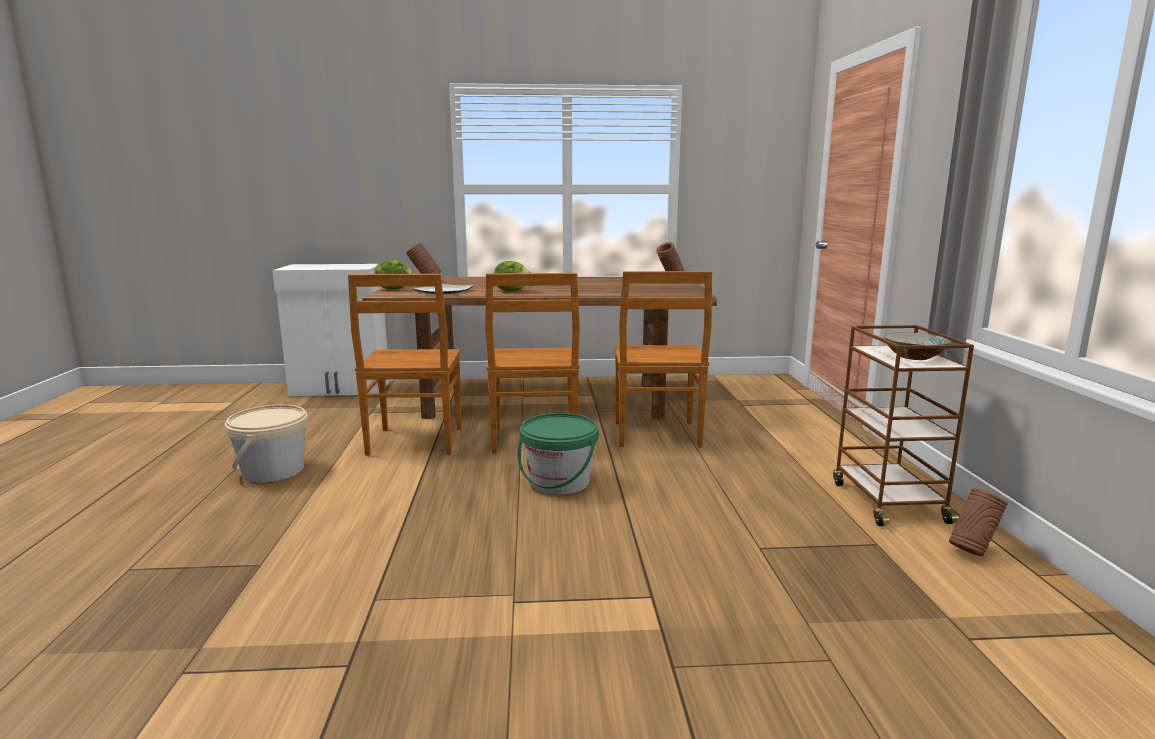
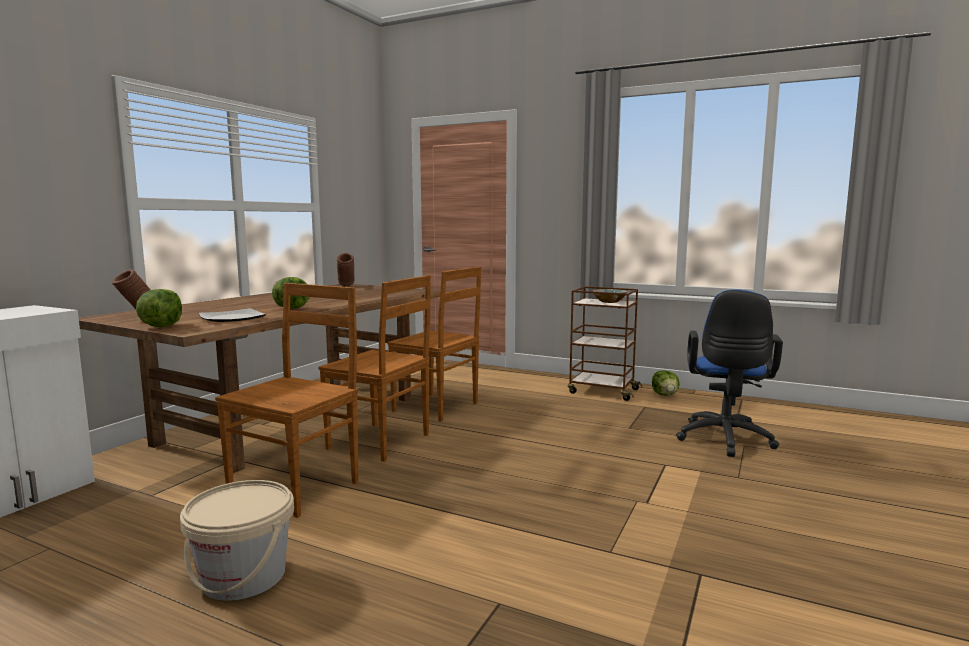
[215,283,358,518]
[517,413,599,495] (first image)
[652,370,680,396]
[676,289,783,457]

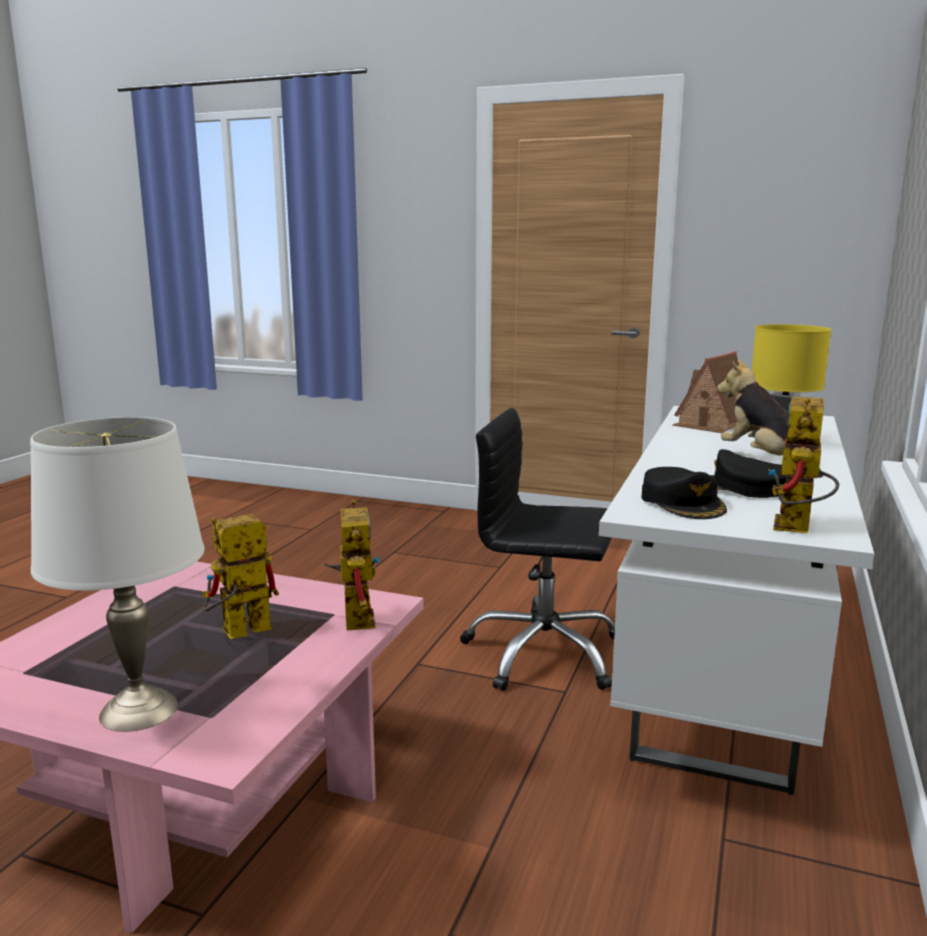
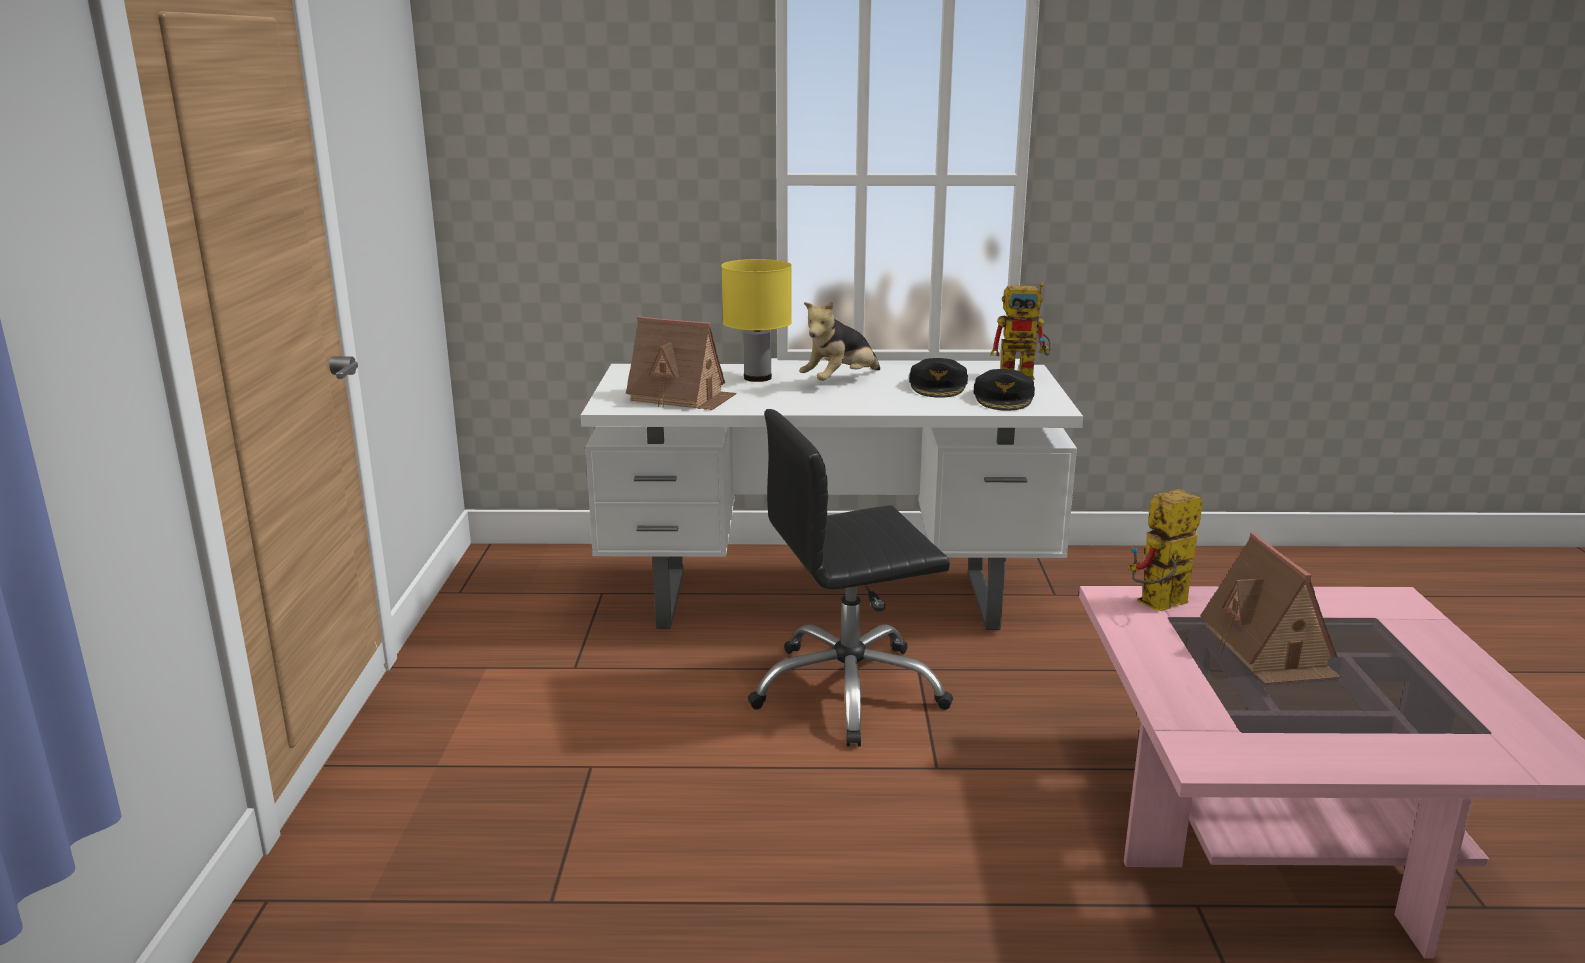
[30,417,205,732] (first image)
[1200,532,1341,684]
[748,409,953,746]
[973,369,1035,411]

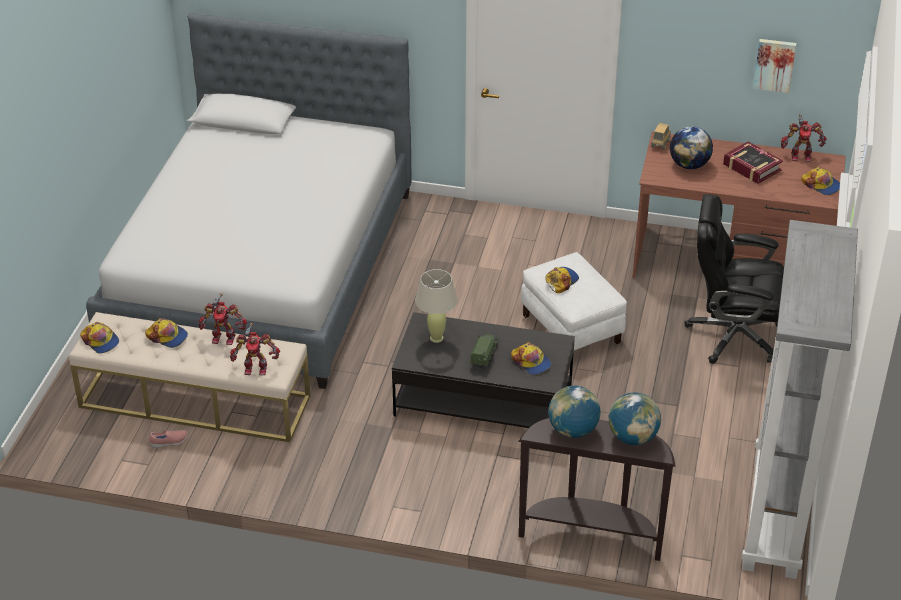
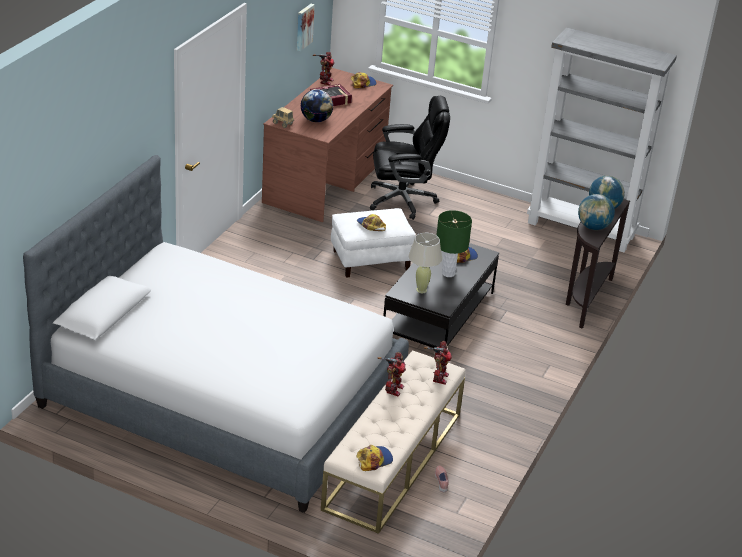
[145,318,188,348] (first image)
[436,210,472,277]
[370,96,450,220]

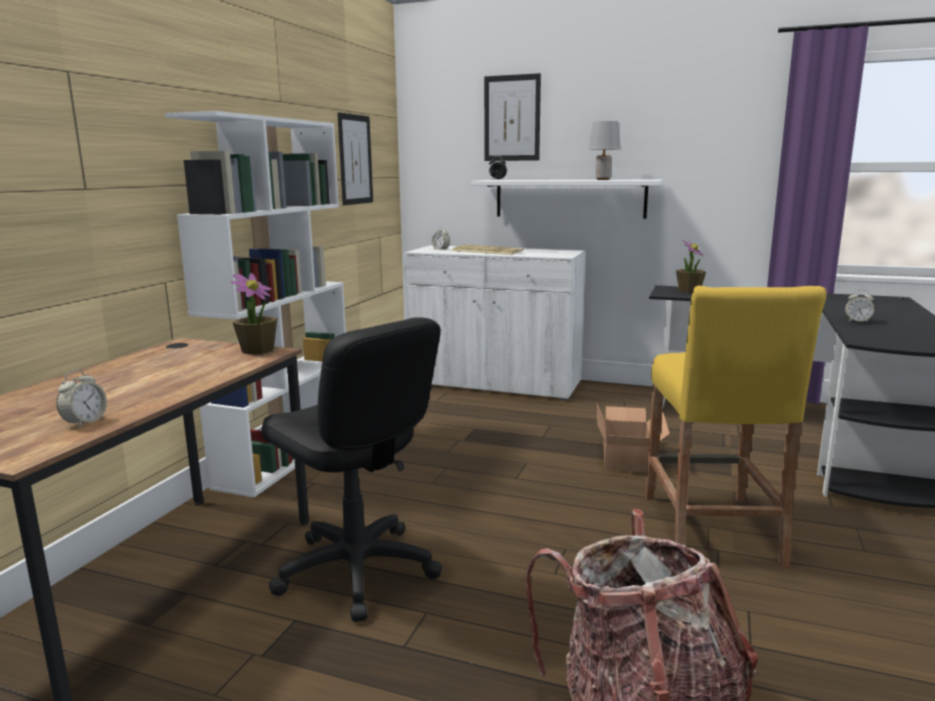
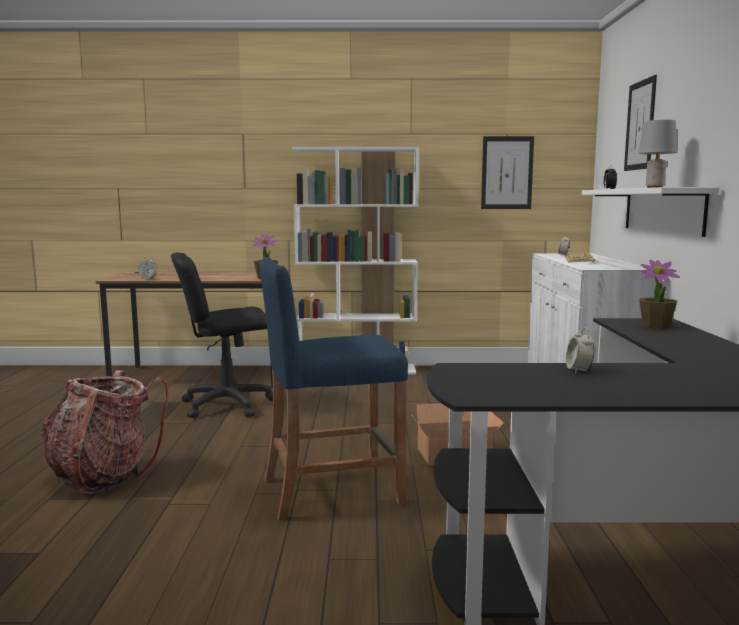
[171,253,273,418]
[259,257,408,521]

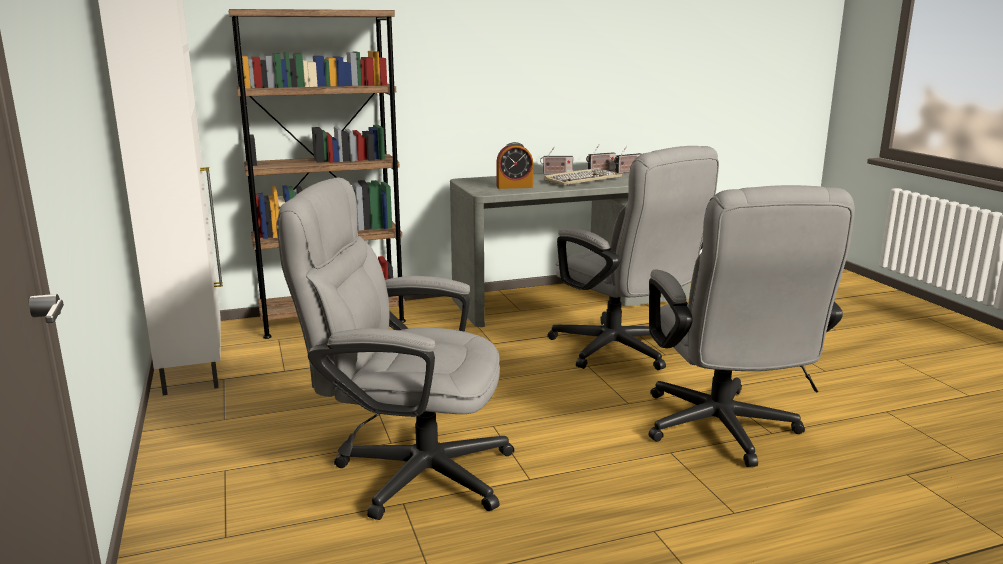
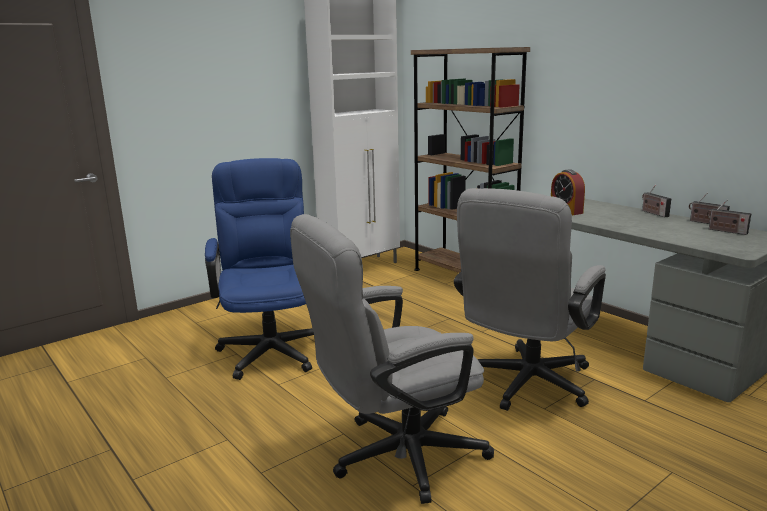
[205,158,314,380]
[544,168,622,185] (first image)

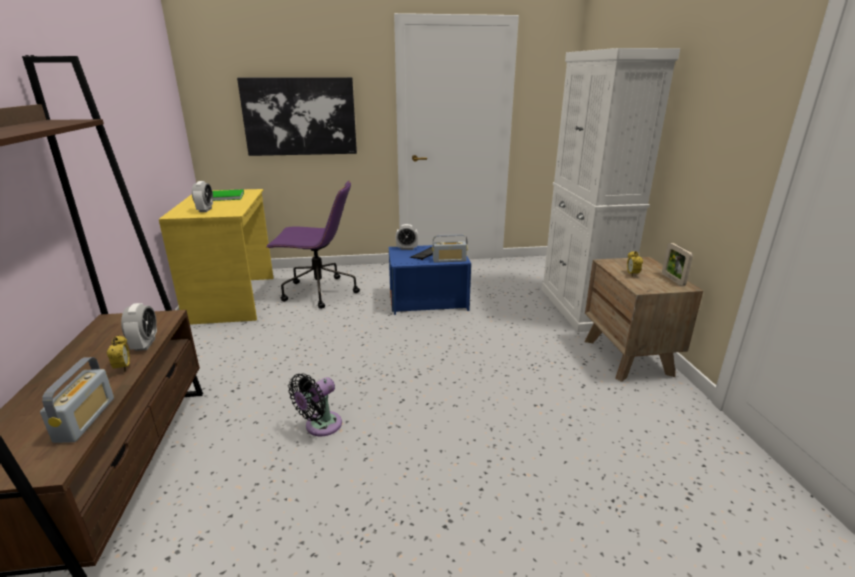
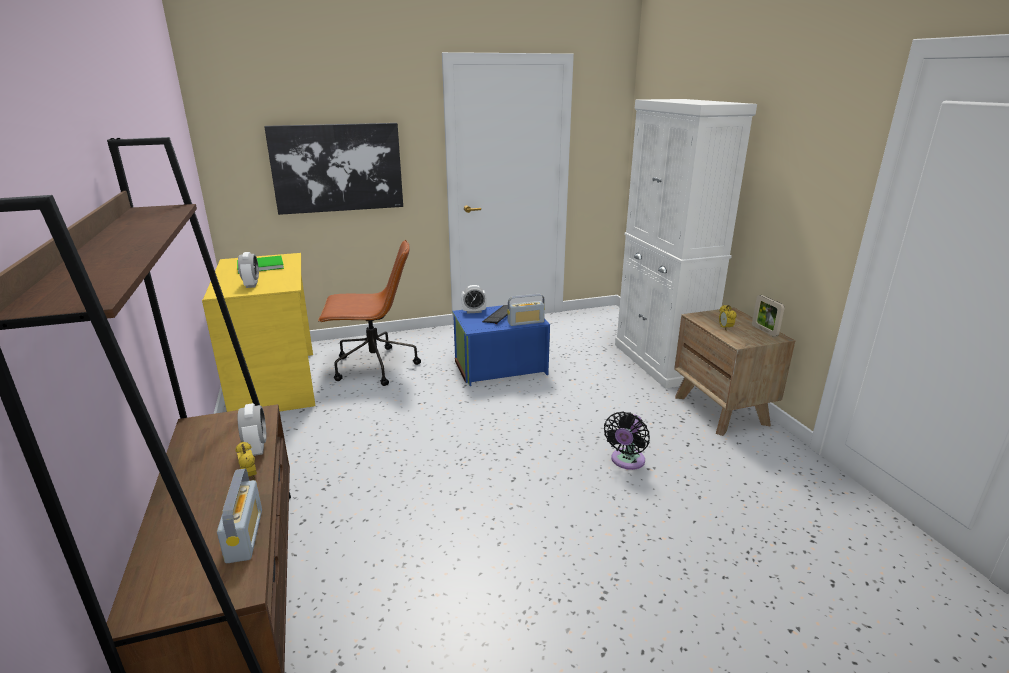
[318,240,421,386]
[604,411,650,470]

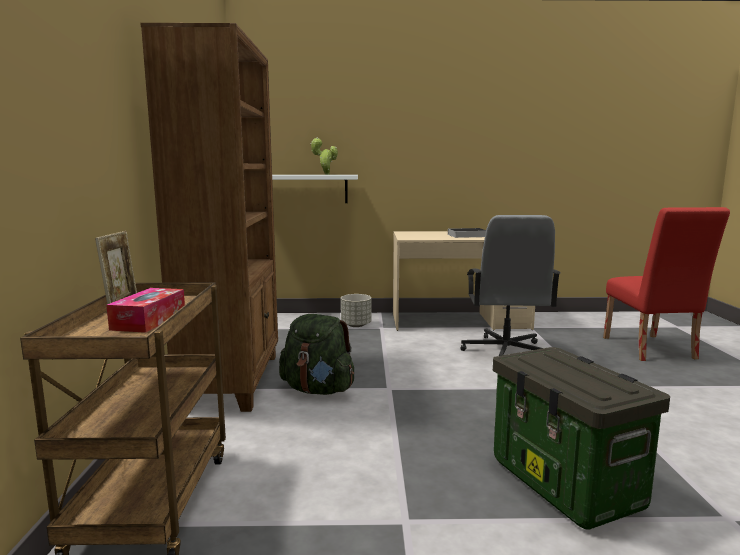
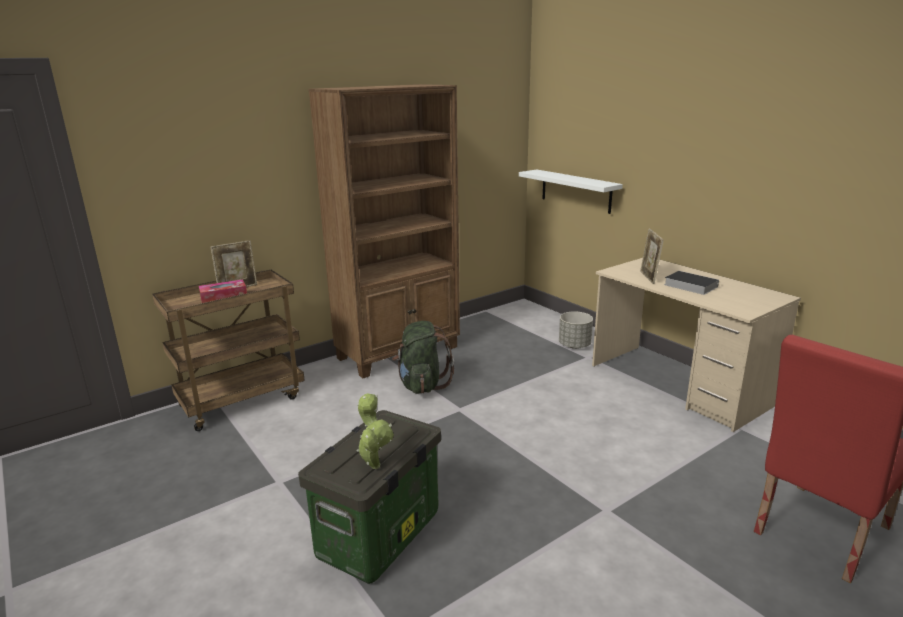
[357,393,394,469]
[460,215,560,356] (first image)
[640,229,664,284]

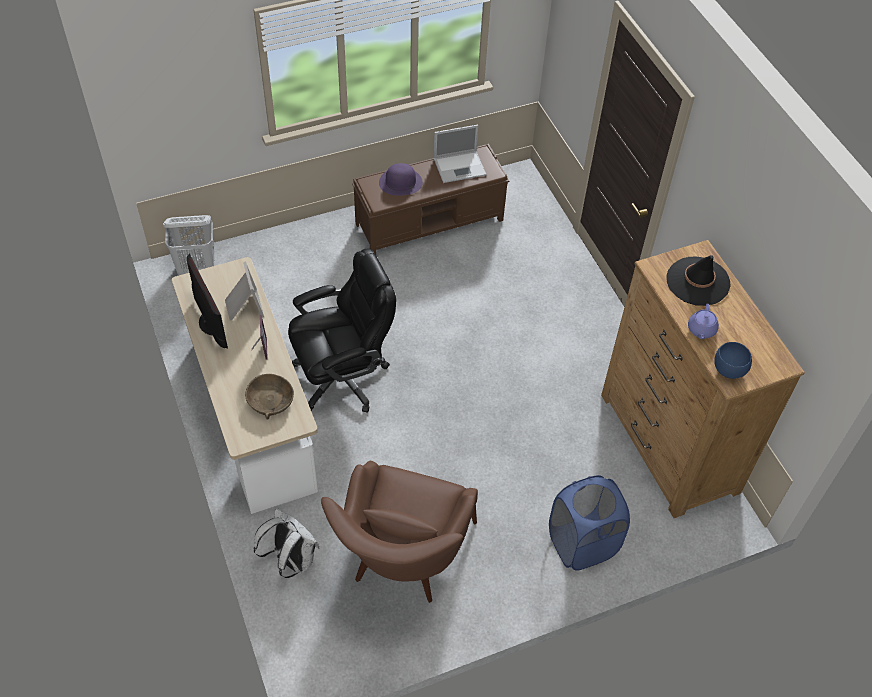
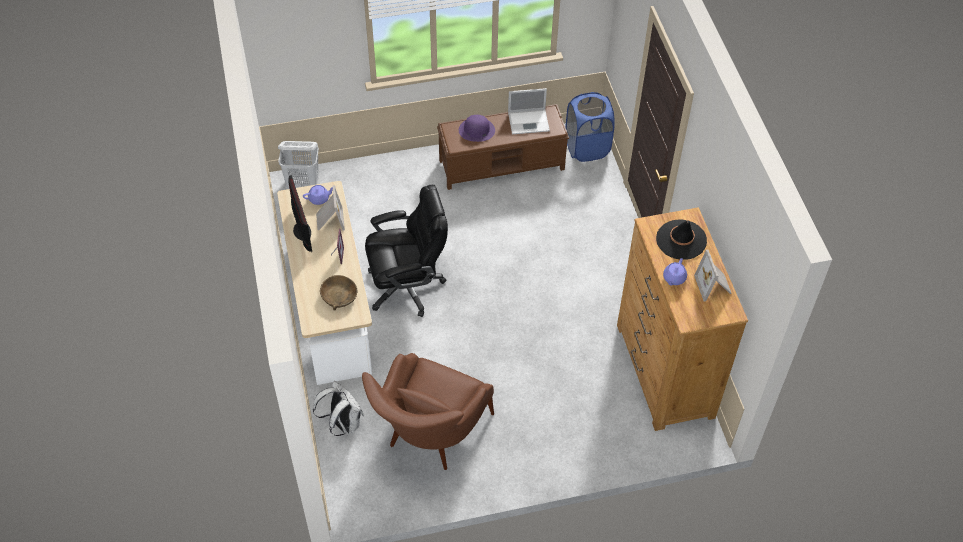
[565,92,615,162]
[714,342,752,379] (first image)
[303,185,333,205]
[694,250,732,302]

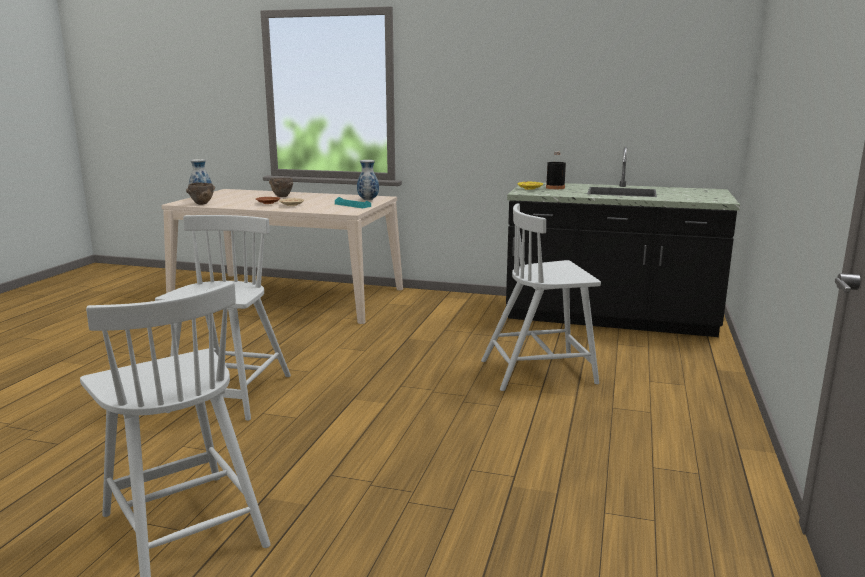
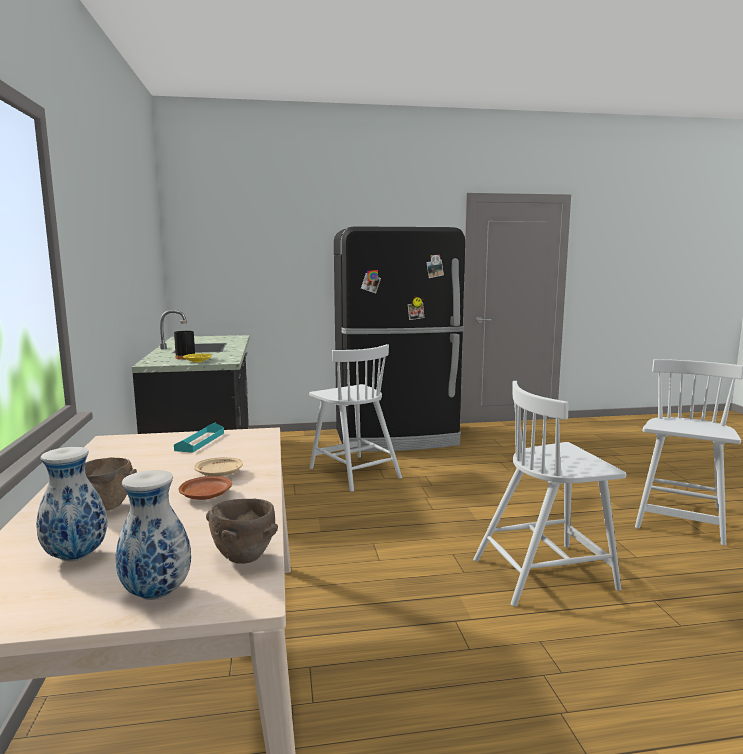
[36,447,108,561]
[334,226,465,452]

